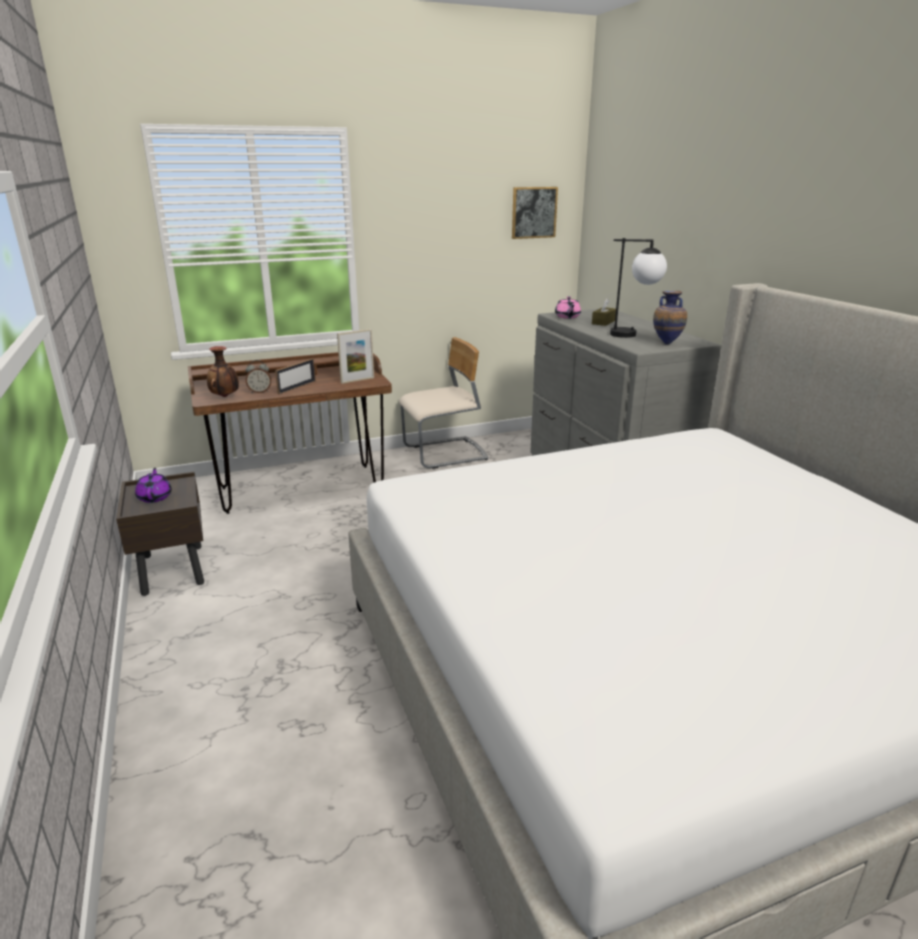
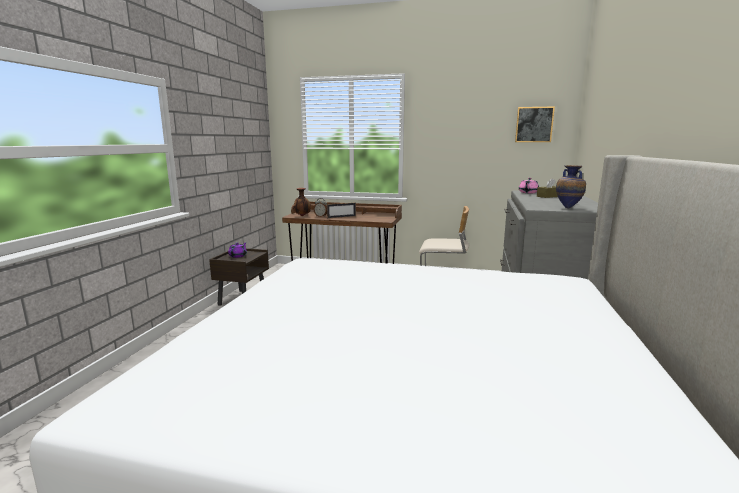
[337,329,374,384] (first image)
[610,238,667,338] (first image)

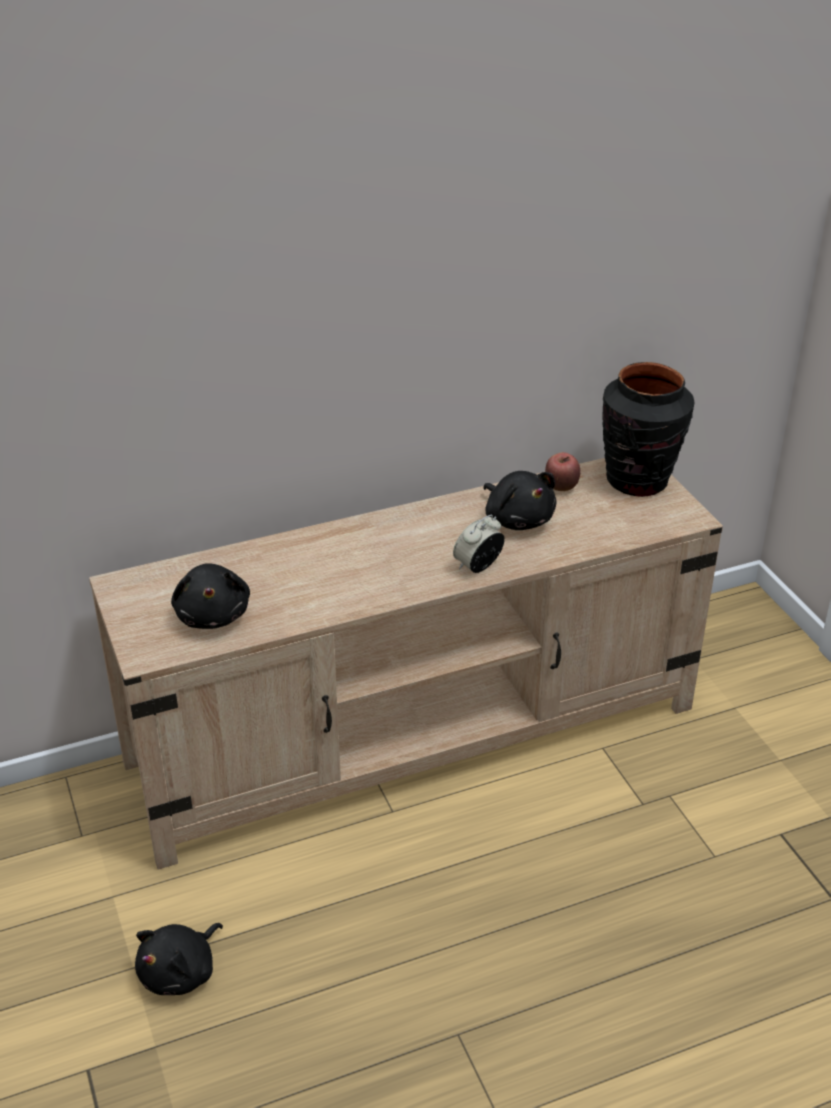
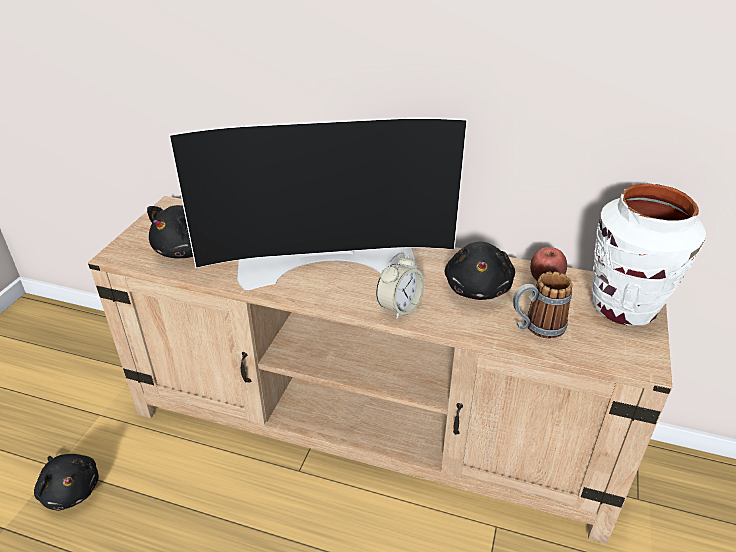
[34,454,99,511]
[376,252,424,320]
[592,183,706,326]
[169,117,467,290]
[513,272,573,339]

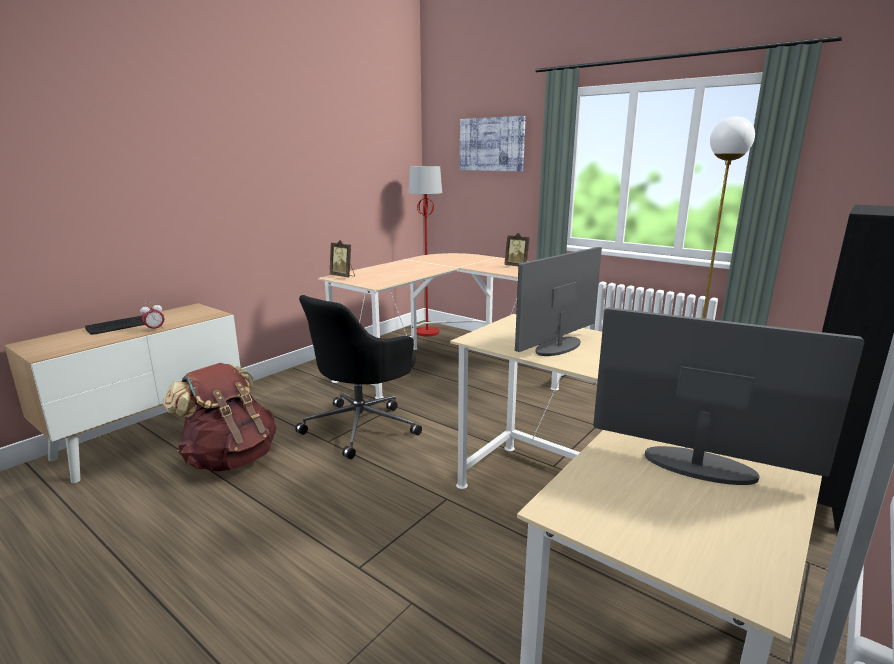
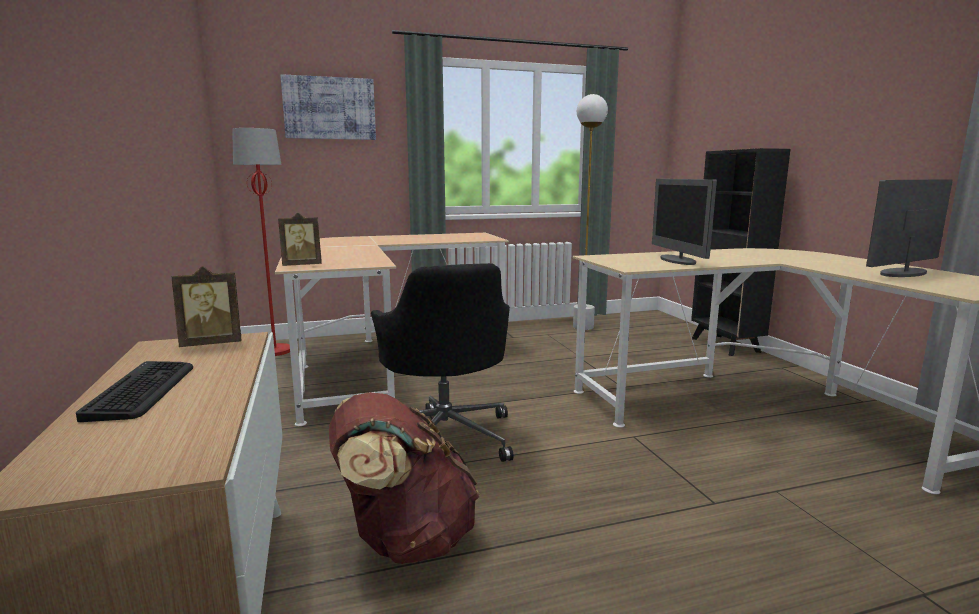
[140,302,164,332] (first image)
[172,266,241,347]

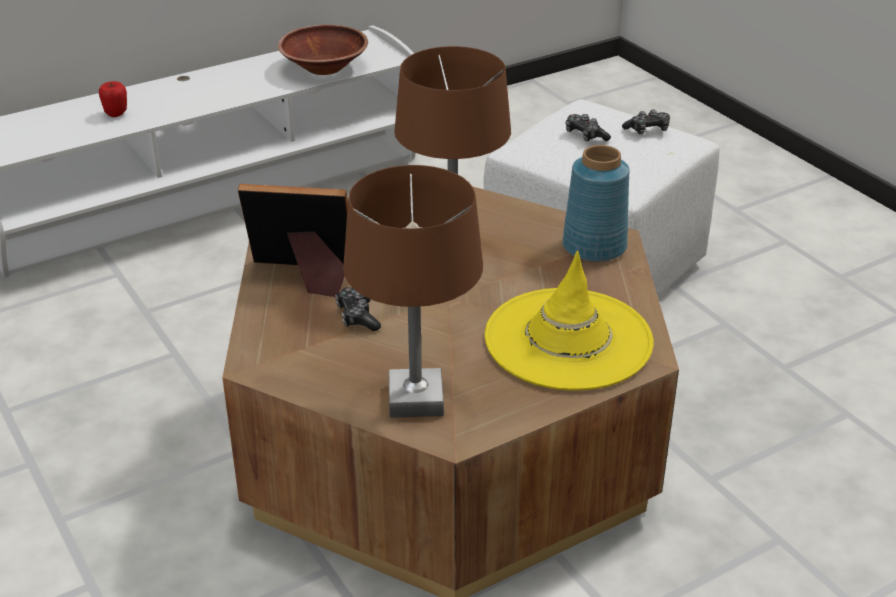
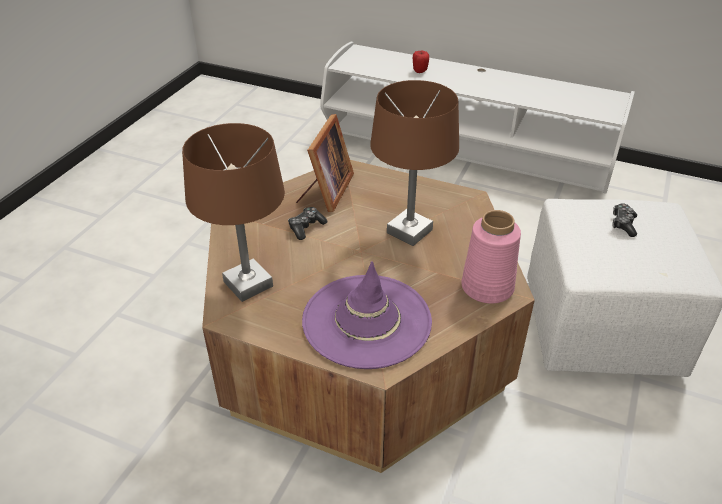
[296,114,354,212]
[278,25,368,75] (first image)
[302,261,432,369]
[461,210,521,304]
[622,109,670,135] (first image)

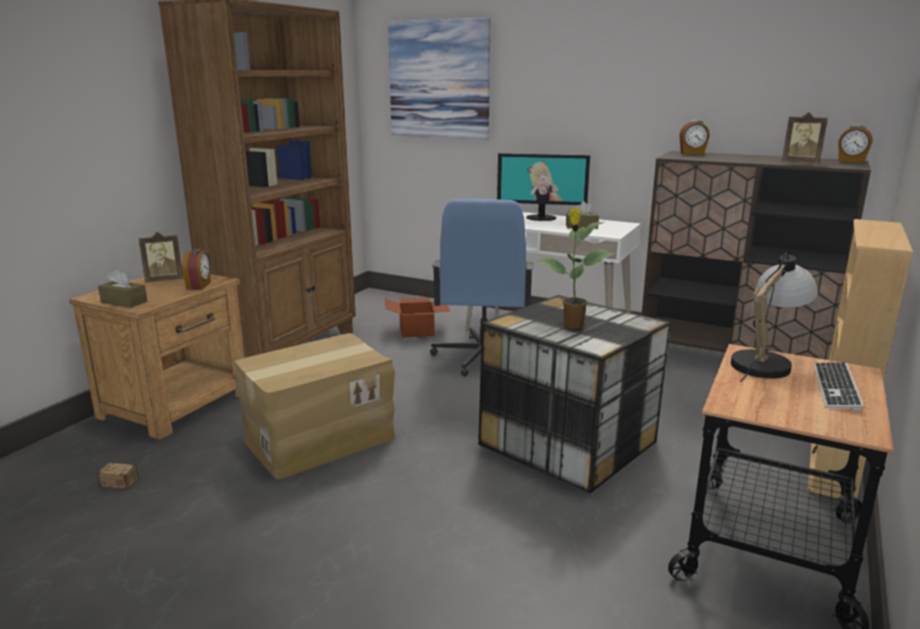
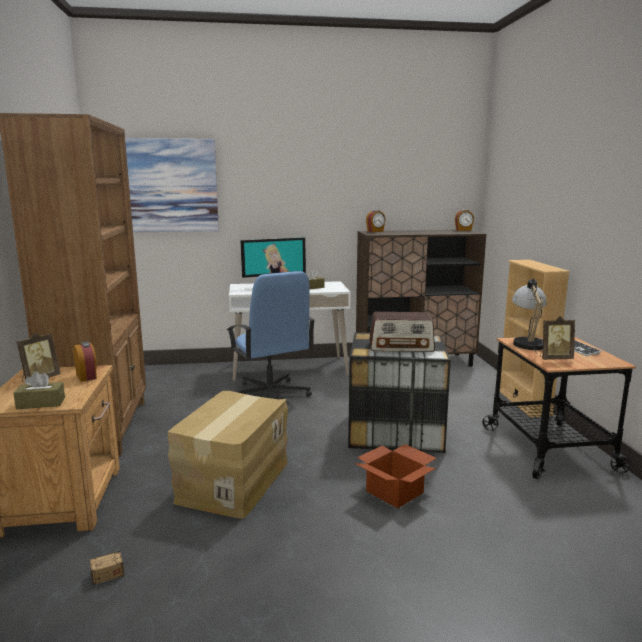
[354,444,436,508]
[369,312,435,352]
[540,316,575,360]

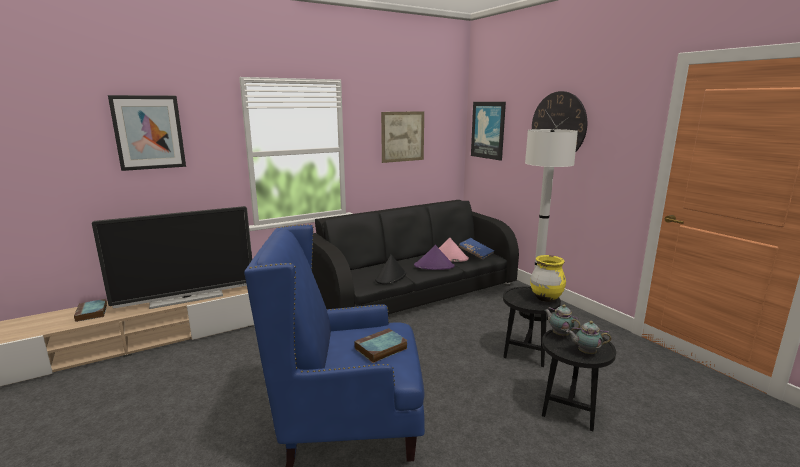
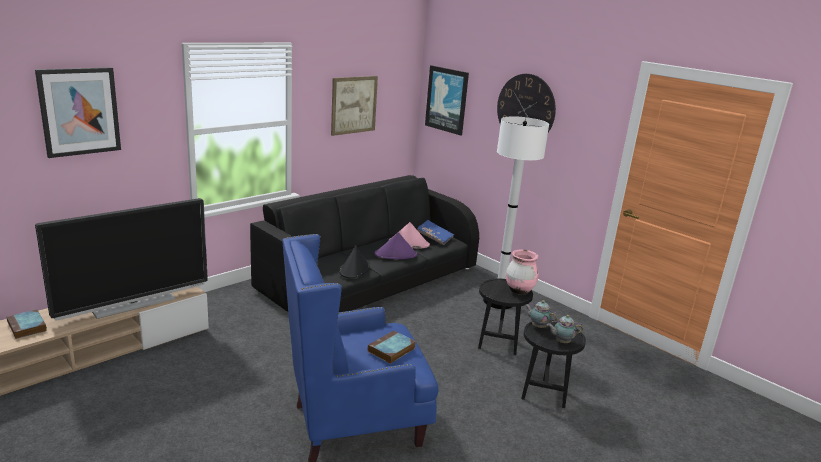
[506,250,539,295]

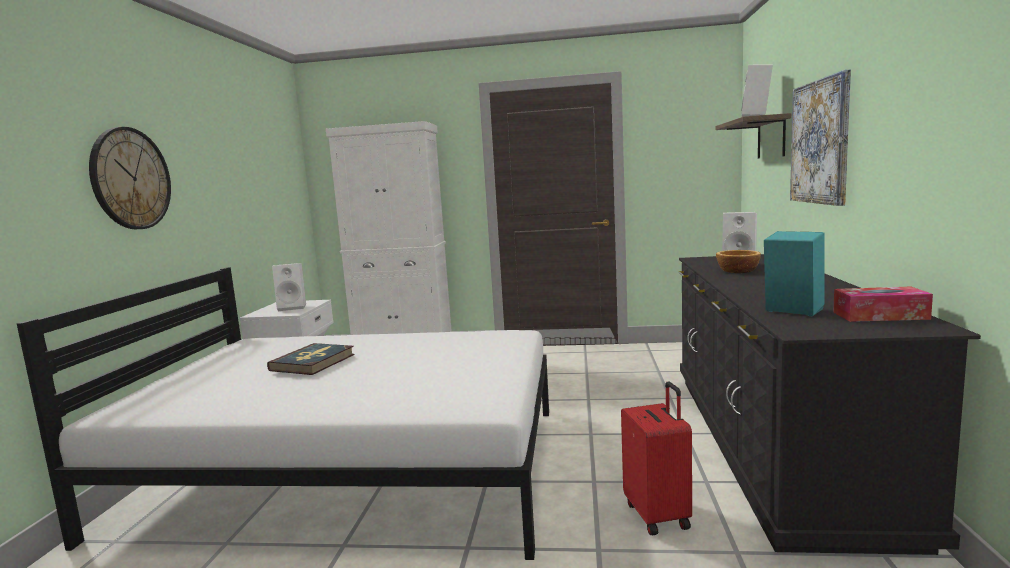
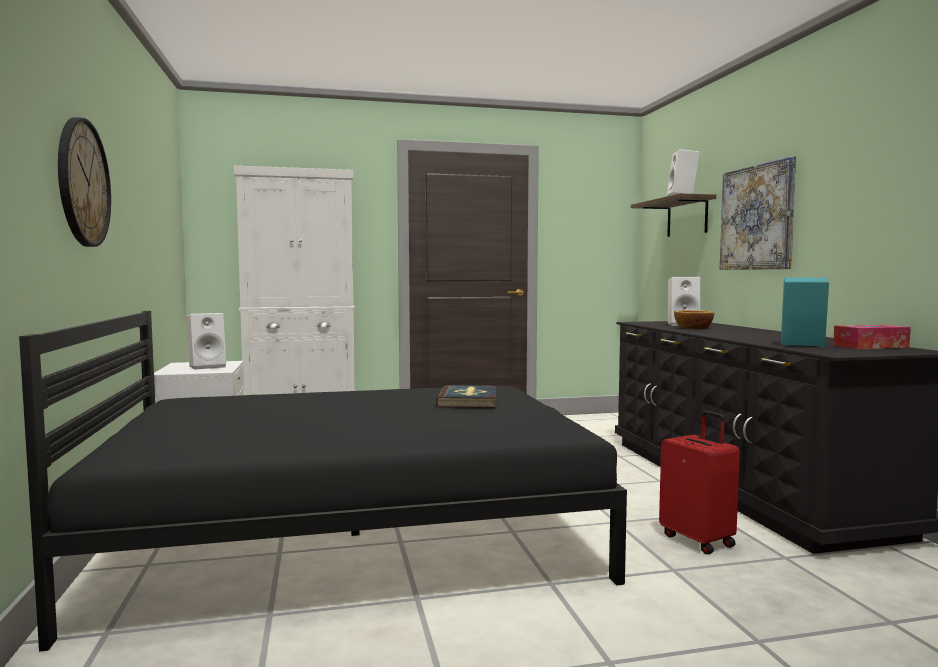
[19,311,627,652]
[436,385,496,408]

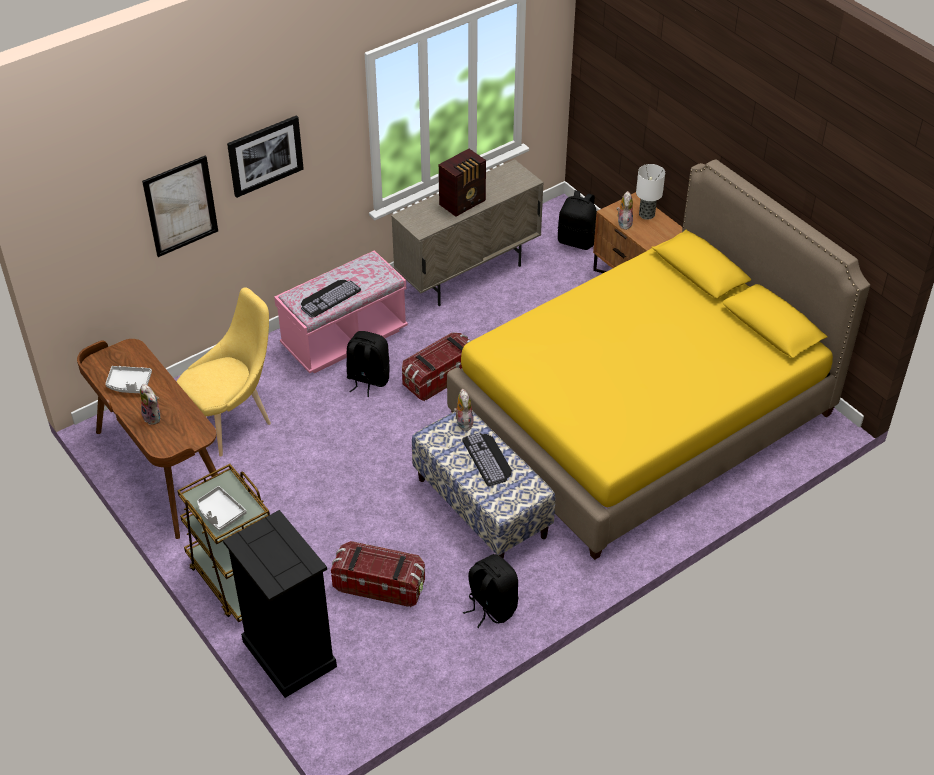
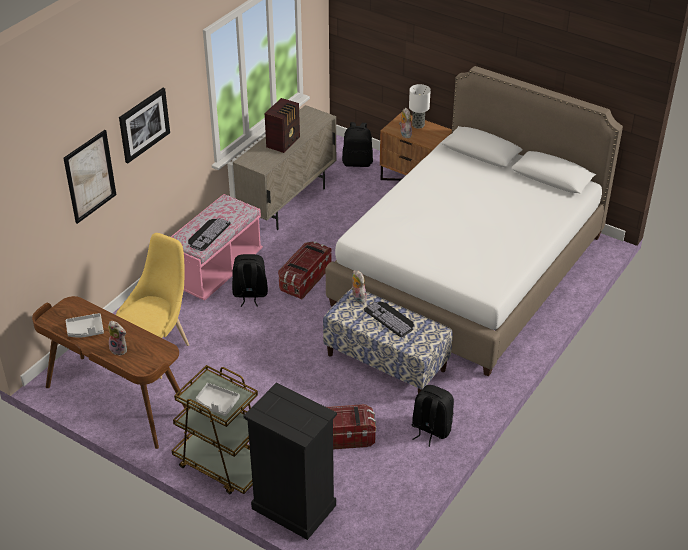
[326,66,623,377]

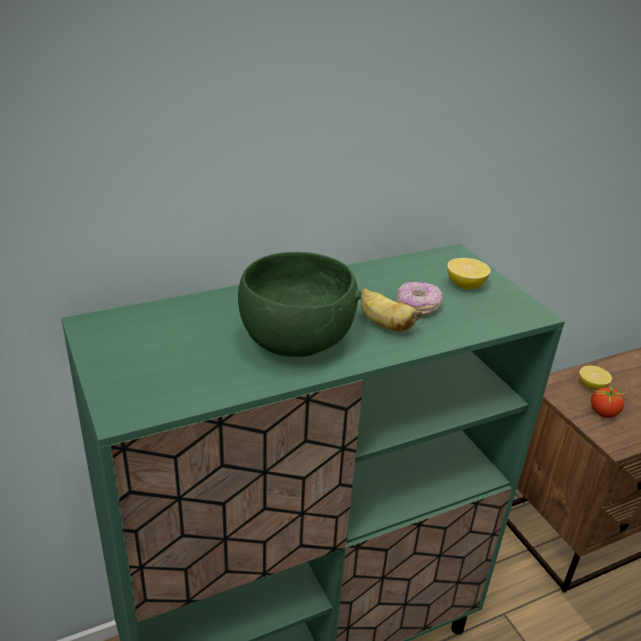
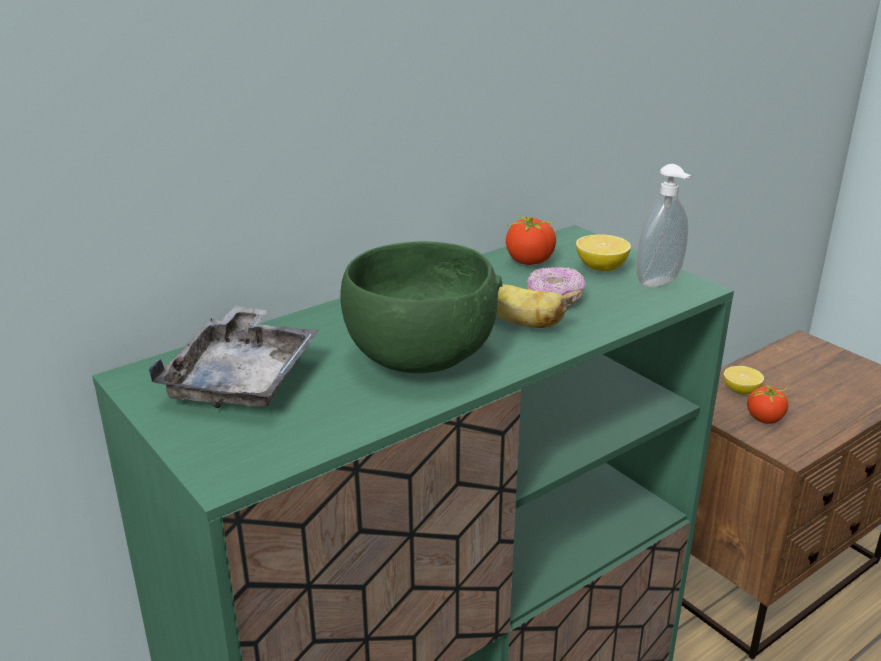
[148,306,319,408]
[506,215,556,265]
[636,164,692,287]

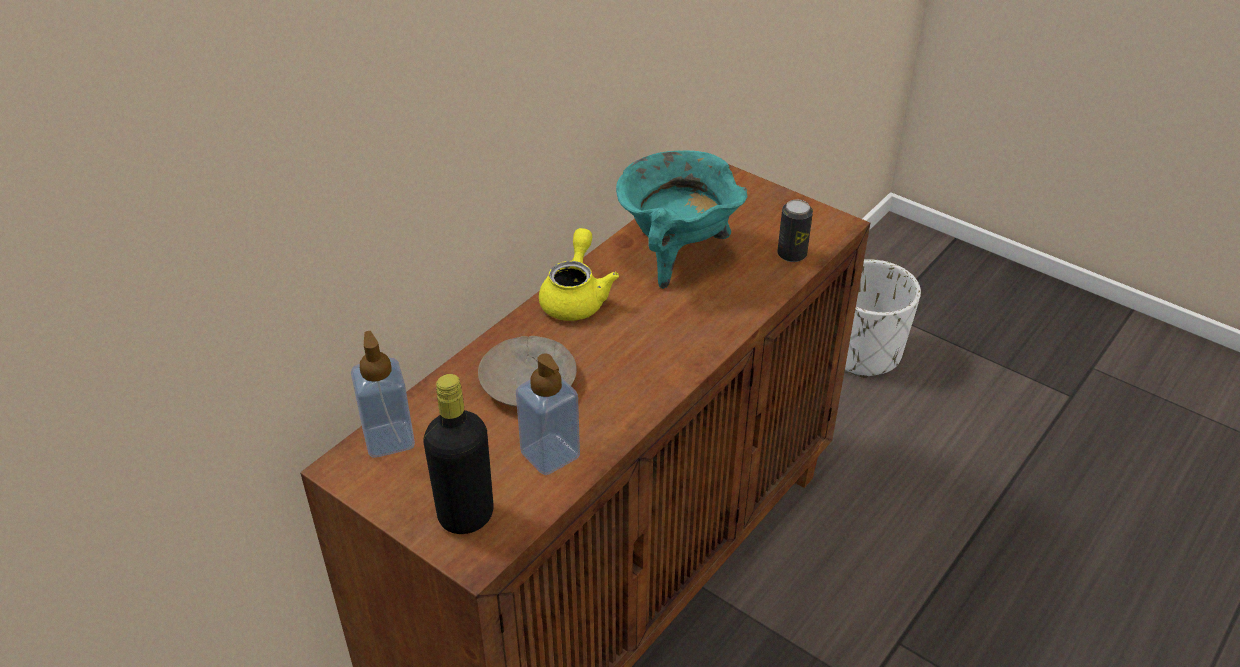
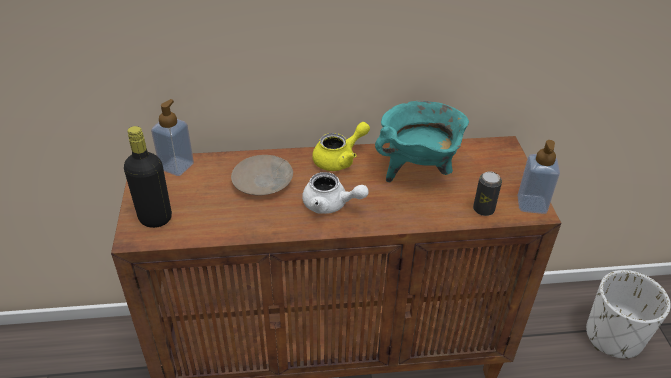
[518,140,560,214]
[302,172,369,214]

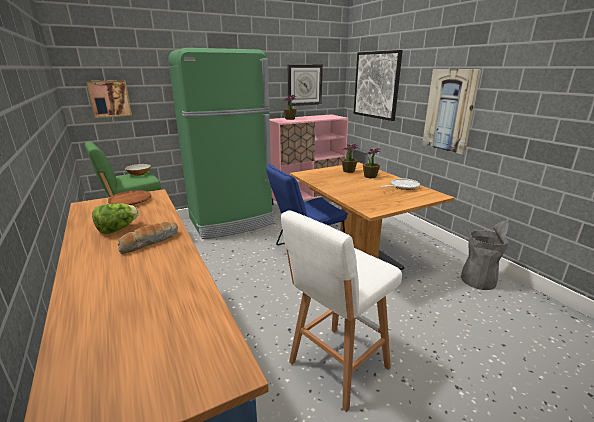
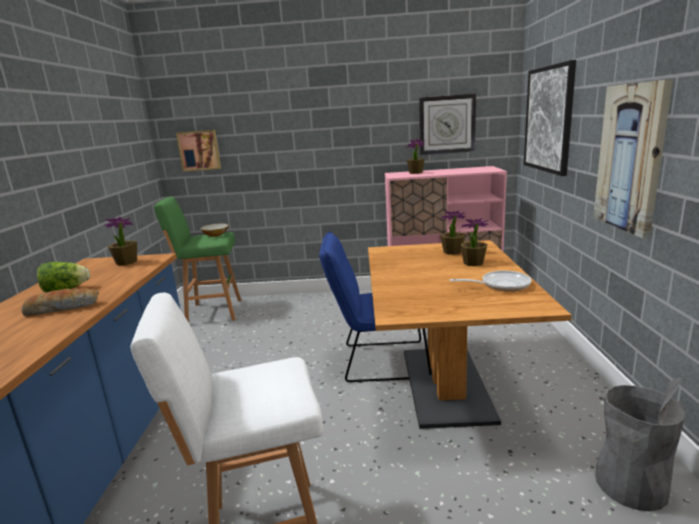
[105,217,137,266]
[168,48,274,239] (first image)

